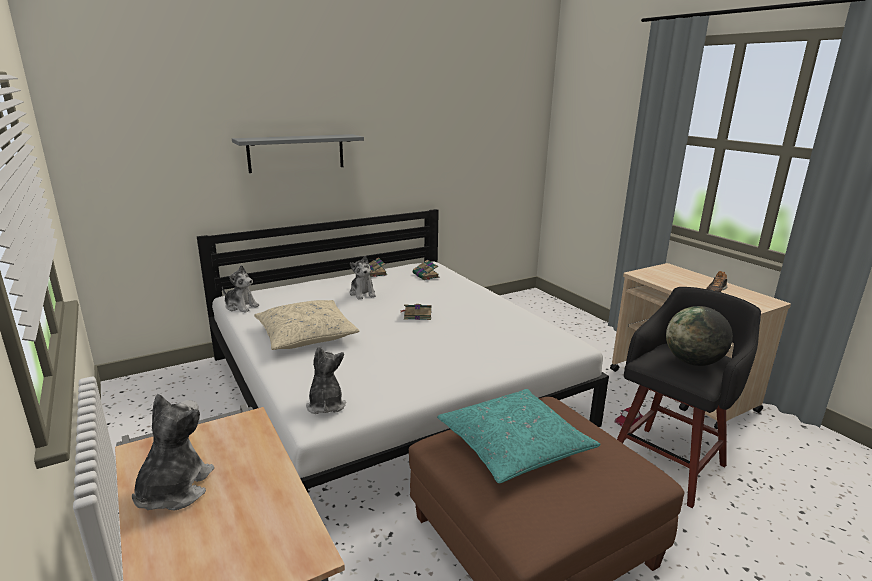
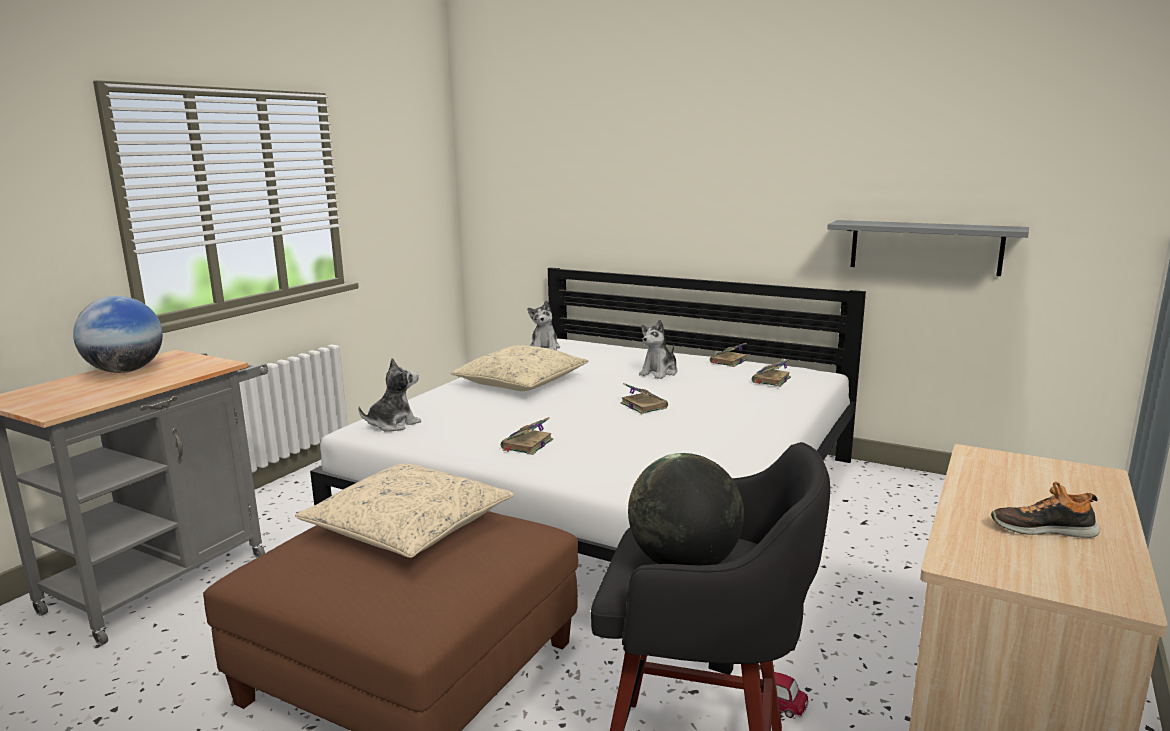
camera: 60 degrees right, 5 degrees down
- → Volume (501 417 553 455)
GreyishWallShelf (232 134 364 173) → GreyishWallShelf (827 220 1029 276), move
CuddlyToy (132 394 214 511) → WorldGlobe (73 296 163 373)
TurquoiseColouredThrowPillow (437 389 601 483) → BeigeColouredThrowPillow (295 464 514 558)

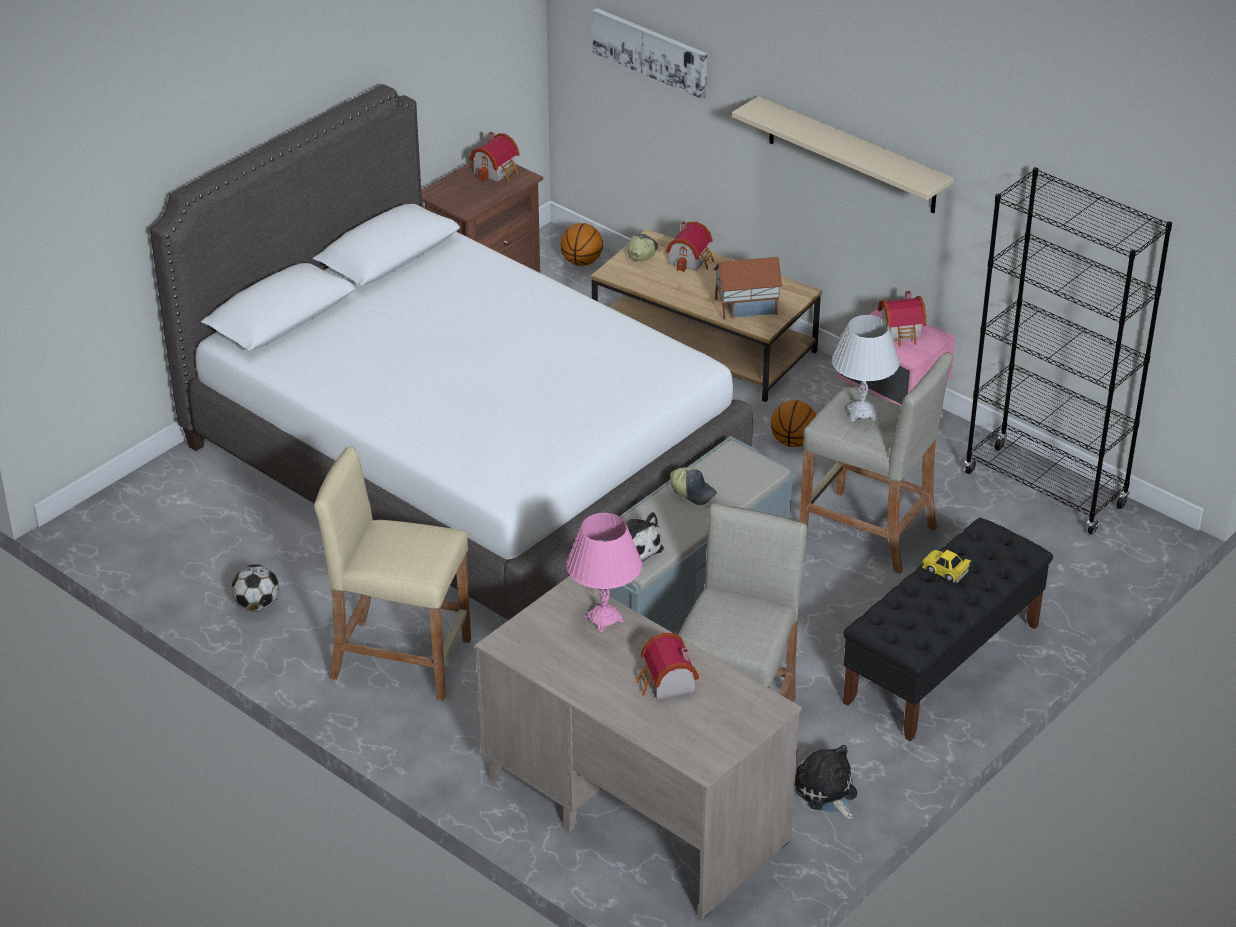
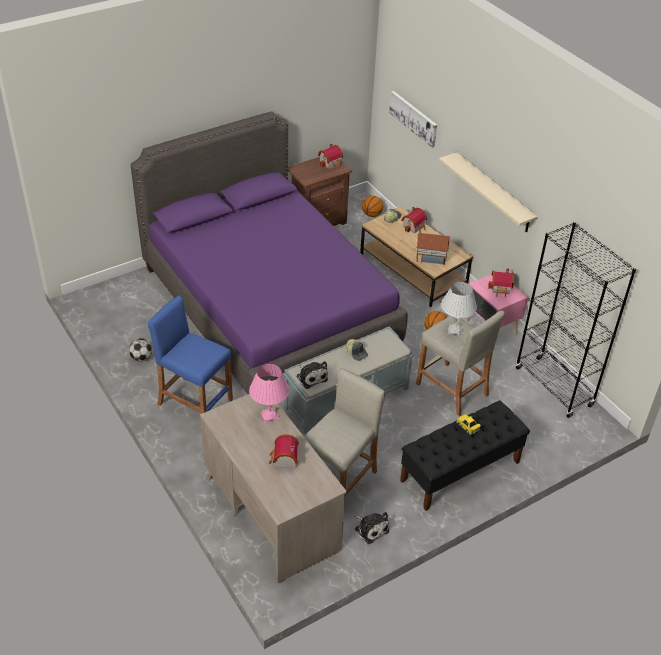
camera: 15 degrees right, 5 degrees up
WhitishBed (150 84 753 621) → PurpleColouredBed (130 111 408 394)
BeigeColouredStoolSeat (314 446 471 701) → BlueStoolSeat (148 295 233 414)
CuddlyToy (795 745 857 819) → CuddlyToy (354 512 389 544), 150 degrees clockwise

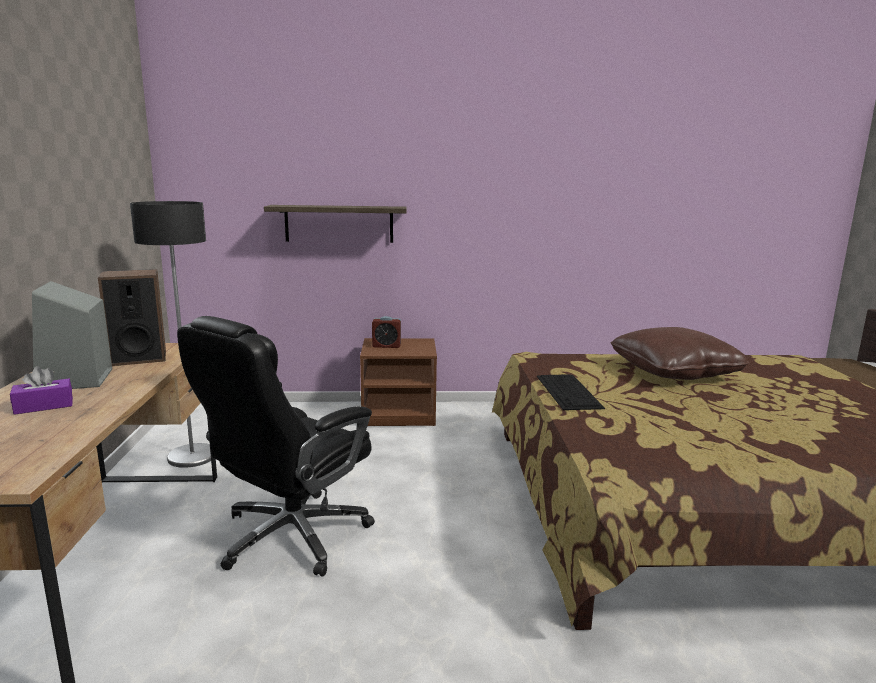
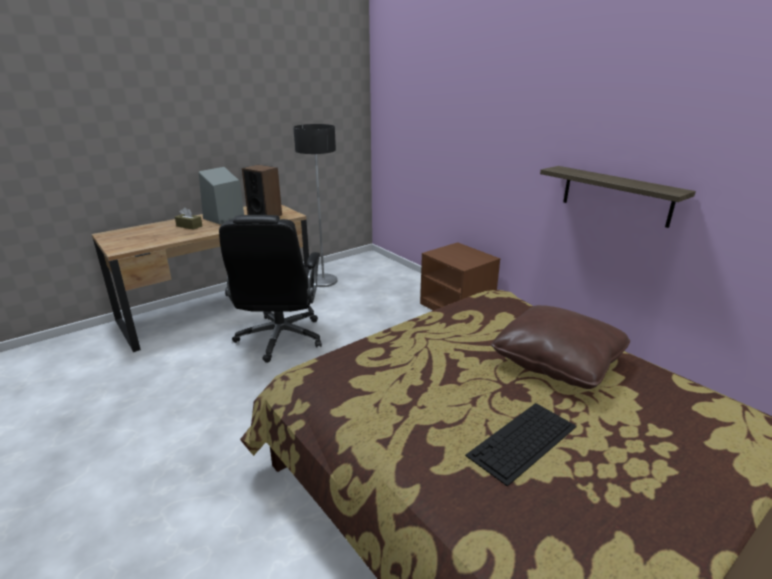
camera: 55 degrees right, 10 degrees up
BedsideClock (372 316 401 348) → -
WallShelf (264 205 407 243) → WallShelf (540 166 696 228), move
Keyboard (537 374 605 410) → Keyboard (465 403 577 487), move
PurpleColouredTissueBox (10 366 73 415) → BrownColouredTissueBox (175 207 202 230)
BlackishComputerChair (177 316 375 577) → BlackishComputerChair (219 215 322 363), 90 degrees counterclockwise

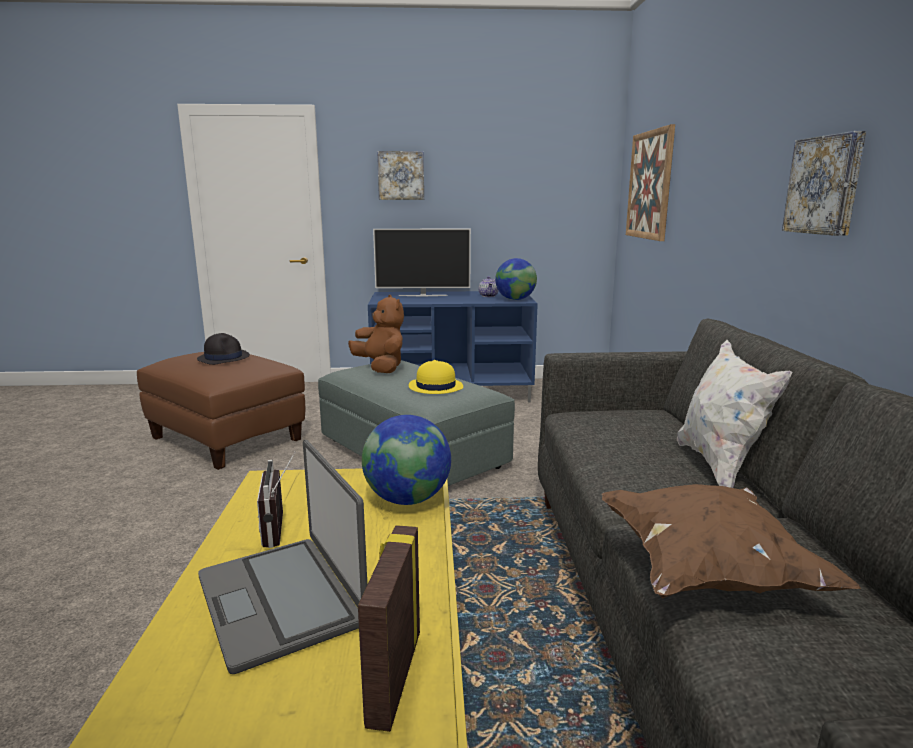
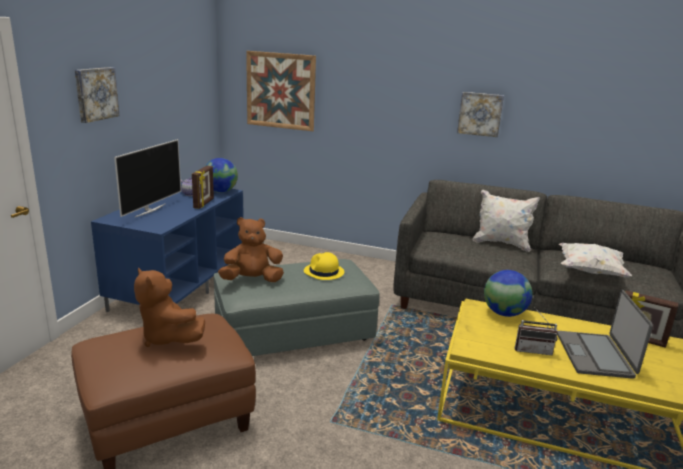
camera: 70 degrees left, 5 degrees up
- → PhotoFrame (192 166 214 209)
BlackishClothingHat (197 333 250 365) → BrownColouredCuddlyToy (134 268 205 347)
BrownColouredThrowPillow (601 484 861 598) → WhitishThrowPillow (559 243 632 277)
Laptop (198 440 367 674) → Laptop (557 289 653 379), 105 degrees clockwise

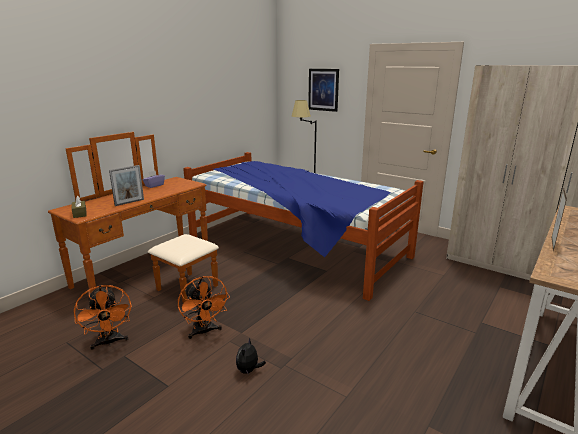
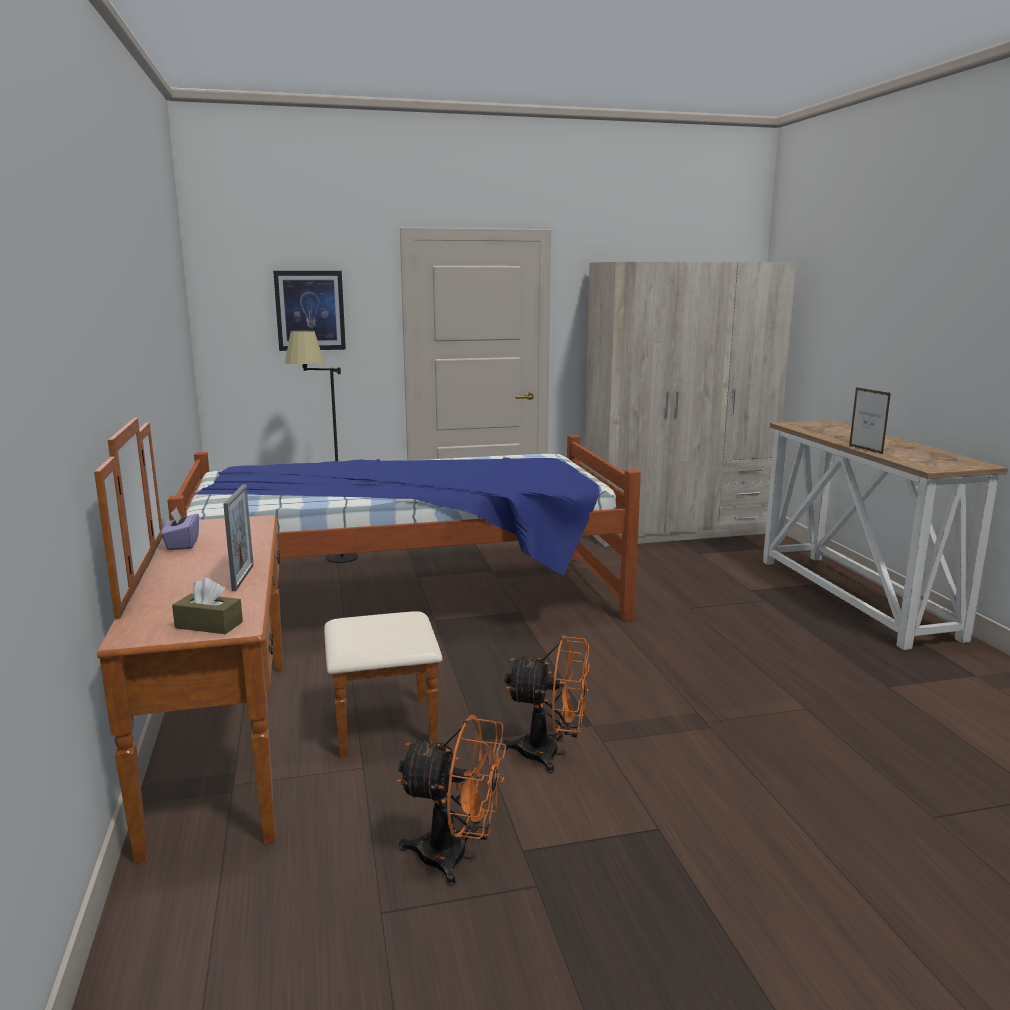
camera: 50 degrees left, 5 degrees down
CuddlyToy (236 338 266 375) → -

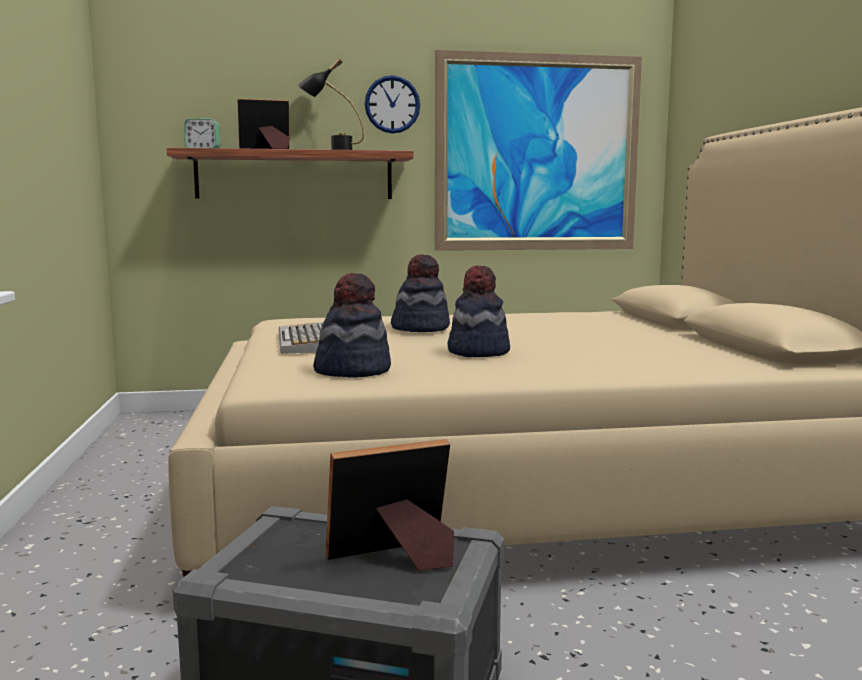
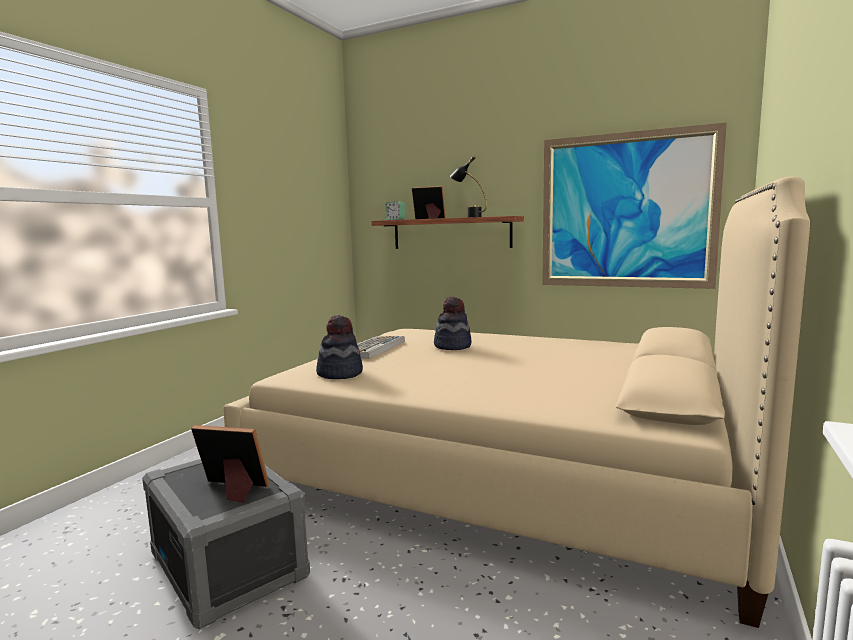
camera: 35 degrees right, 0 degrees up
WallClock (365 75 420 134) → -
ClothingHat (447 266 510 357) → -

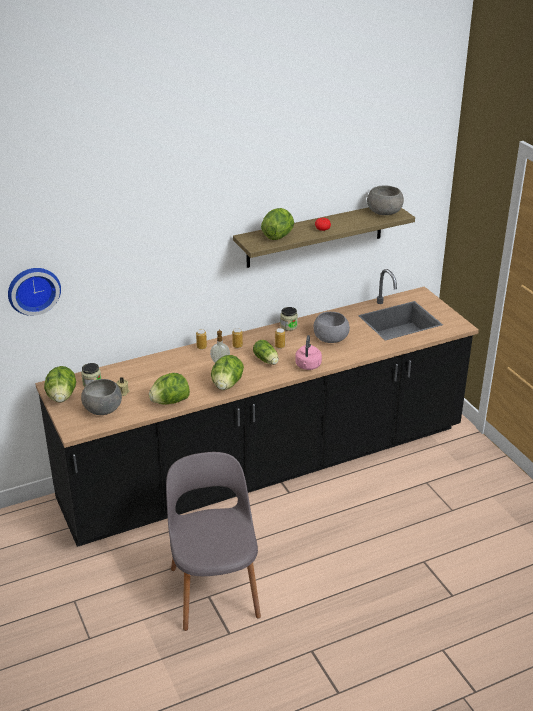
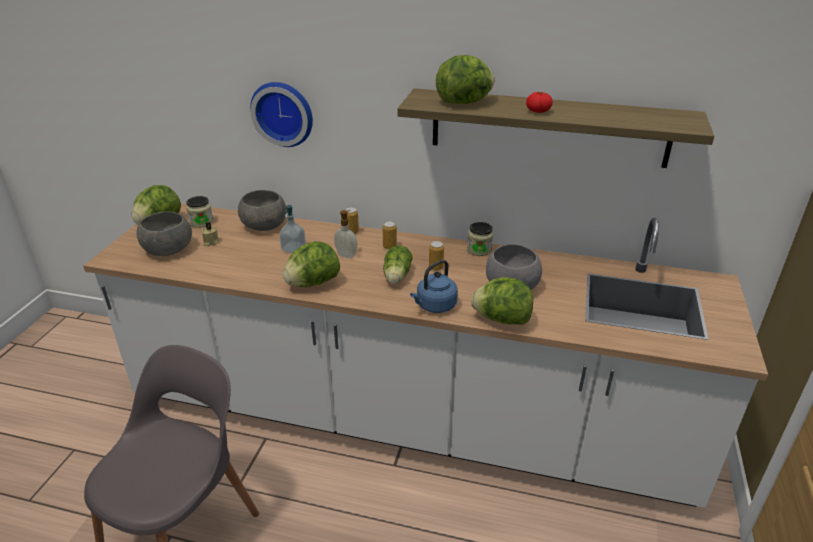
camera: 40 degrees right, 0 degrees up
- → SoapDispenser (279 205 306 253)
WallClock (8 268 61 316) → WallClock (250 82 313 147), move
HeadOfLettuce (149 373 190 405) → HeadOfLettuce (471 277 533 325), move
GreyishDeepDish (367 186 404 215) → GreyishDeepDish (238 190 287 231), move
BlackishKitchenBaseUnit (35 269 479 547) → WhitishKitchenBaseUnit (83 203 768 508)
PinkishTeaKettle (295 335 322 370) → BlueTeaKettle (410 260 458 313)

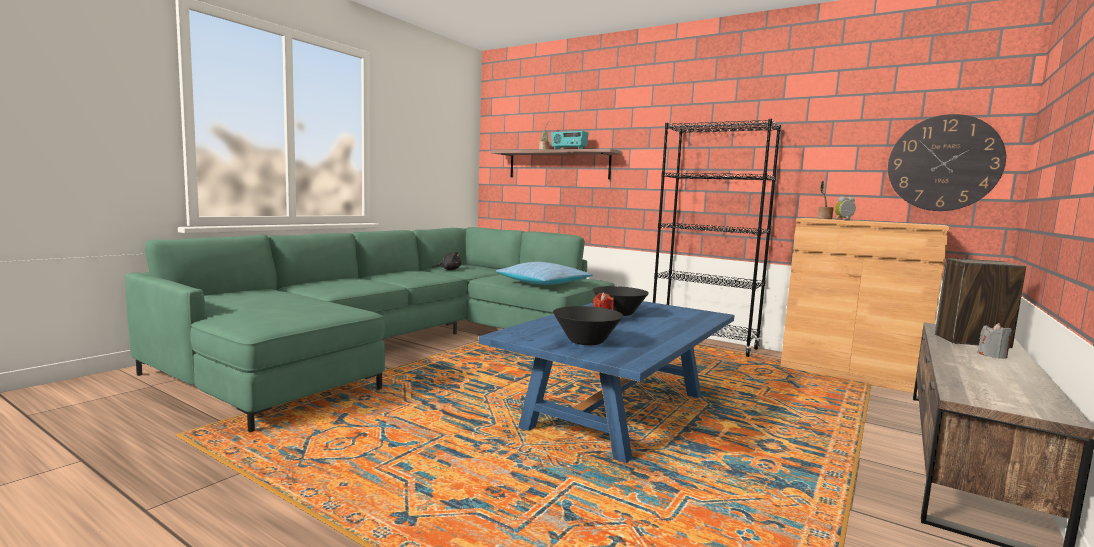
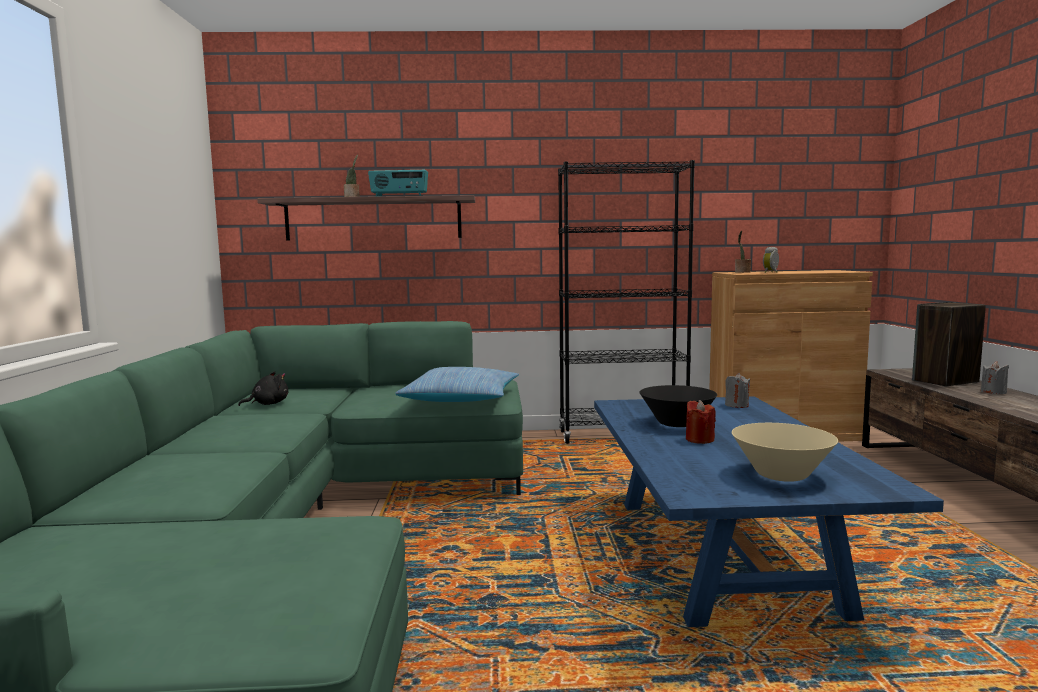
camera: 35 degrees left, 0 degrees up
WallClock (888 114 1006 211) → -
- → GreyishWaxCandle (725 373 750 408)
BlackishDeepDish (553 306 623 345) → BeigeColouredDeepDish (732 423 838 482)

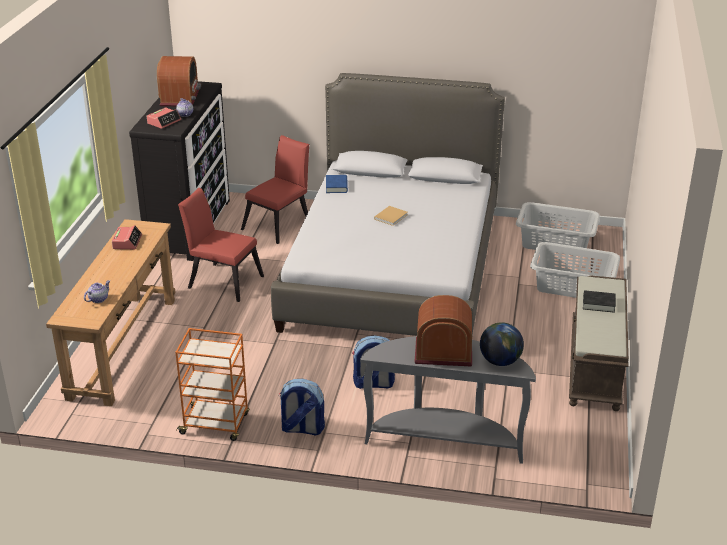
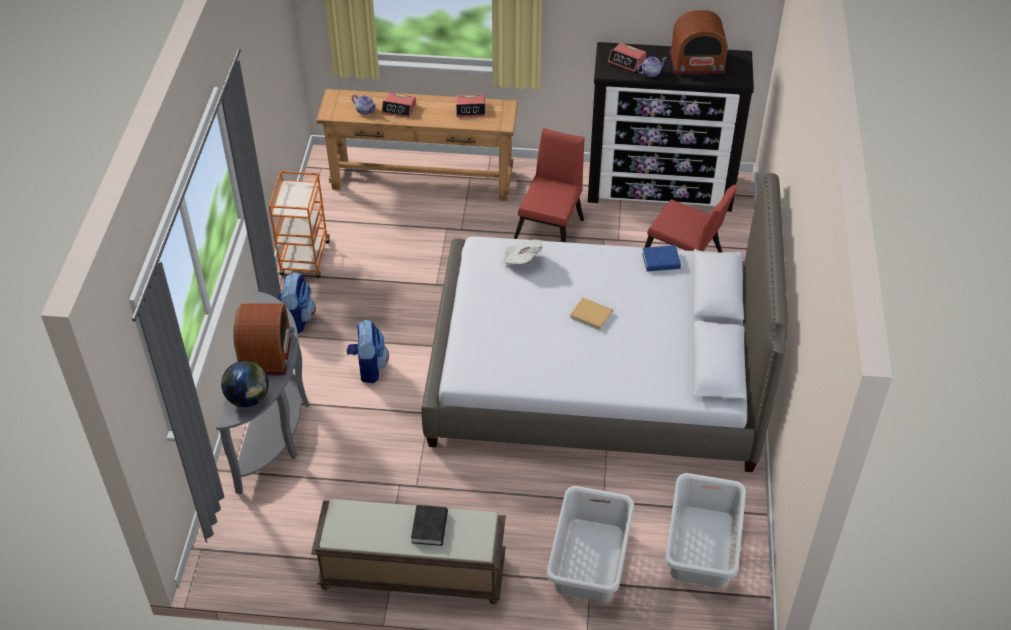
camera: 85 degrees right, 15 degrees up
- → BedsideClock (381 92 416 118)
- → Newspaper (502 239 543 264)

